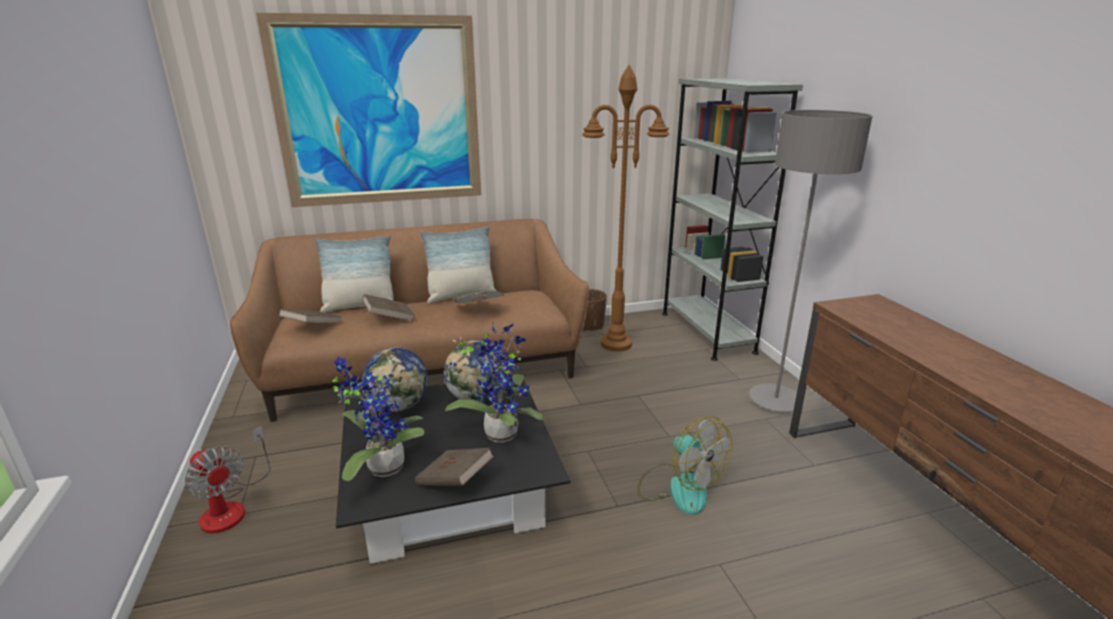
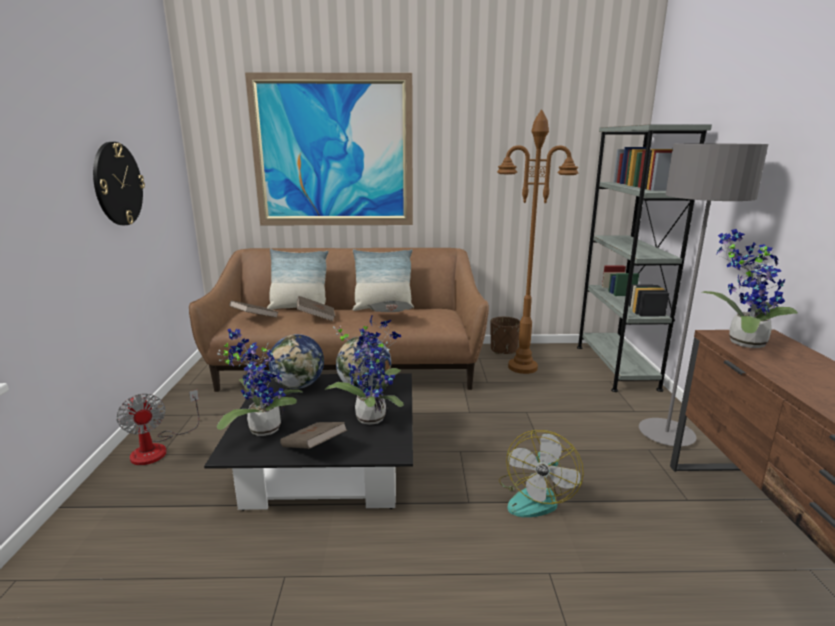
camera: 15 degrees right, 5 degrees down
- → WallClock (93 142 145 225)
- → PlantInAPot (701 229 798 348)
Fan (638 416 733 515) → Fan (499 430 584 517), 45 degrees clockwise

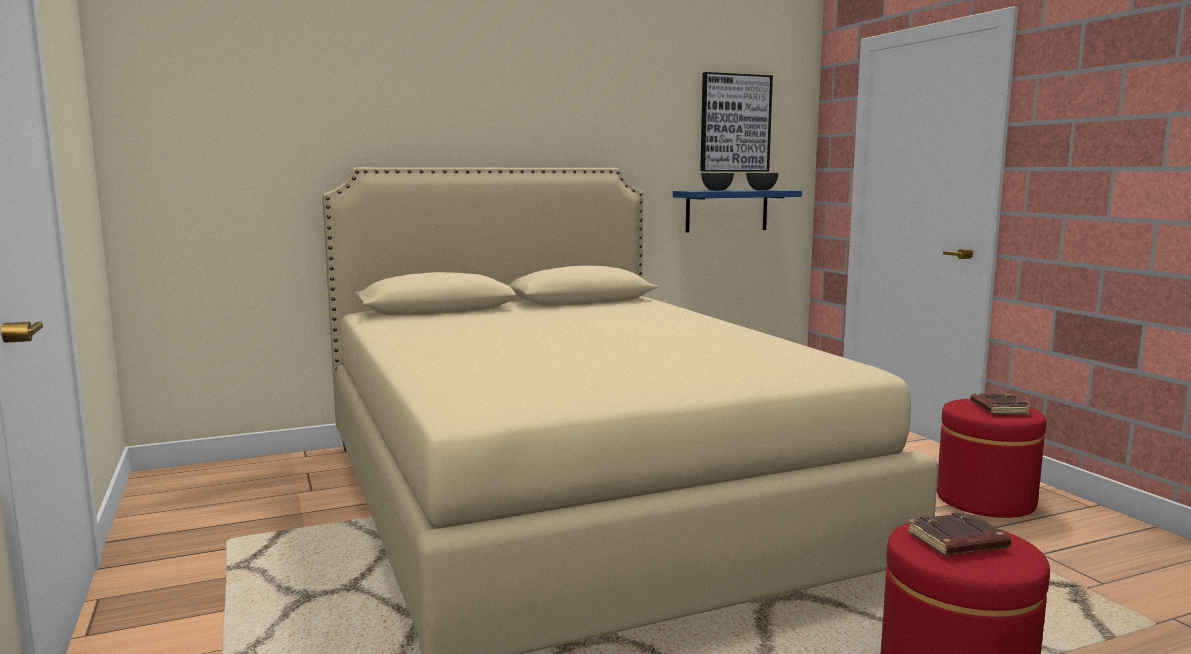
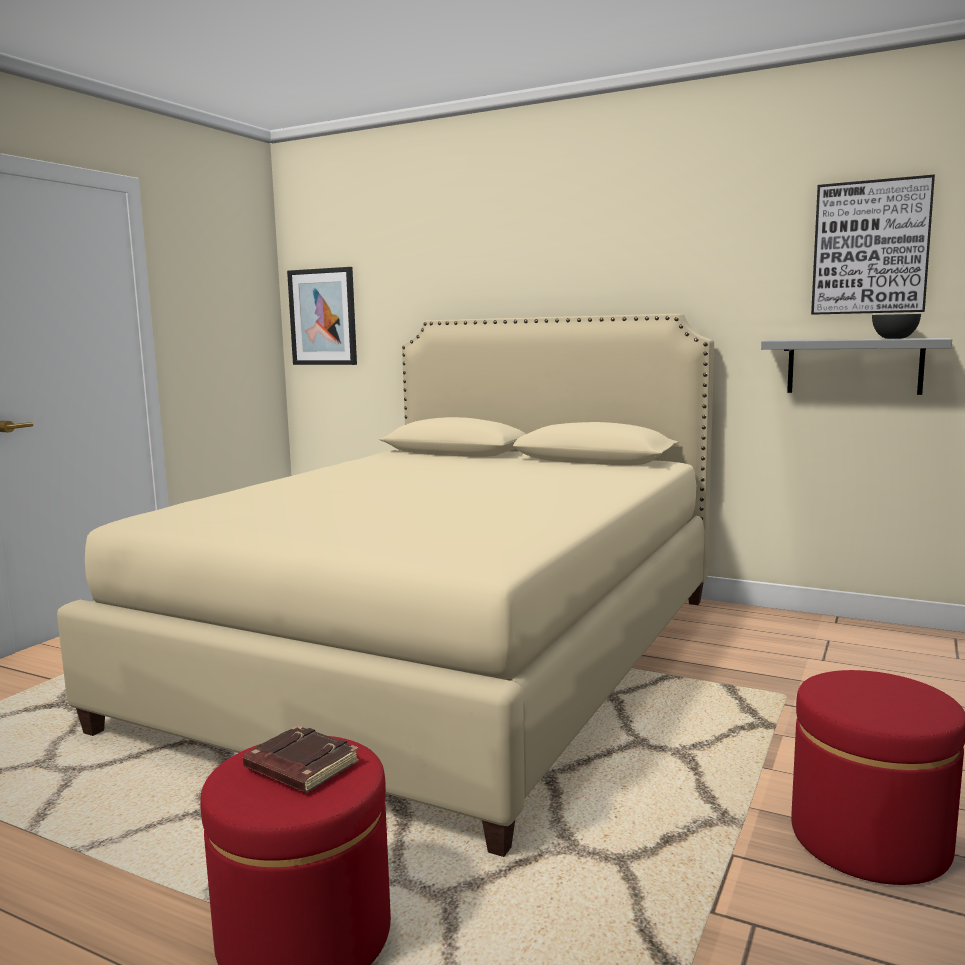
camera: 50 degrees right, 0 degrees up
GreyishDeepDish (701 173 734 191) → -
BrownColouredVolume (970 394 1031 414) → -
- → WallPicture (287 267 357 365)
BlueWallShelf (673 190 802 233) → GreyishWallShelf (761 338 952 395)

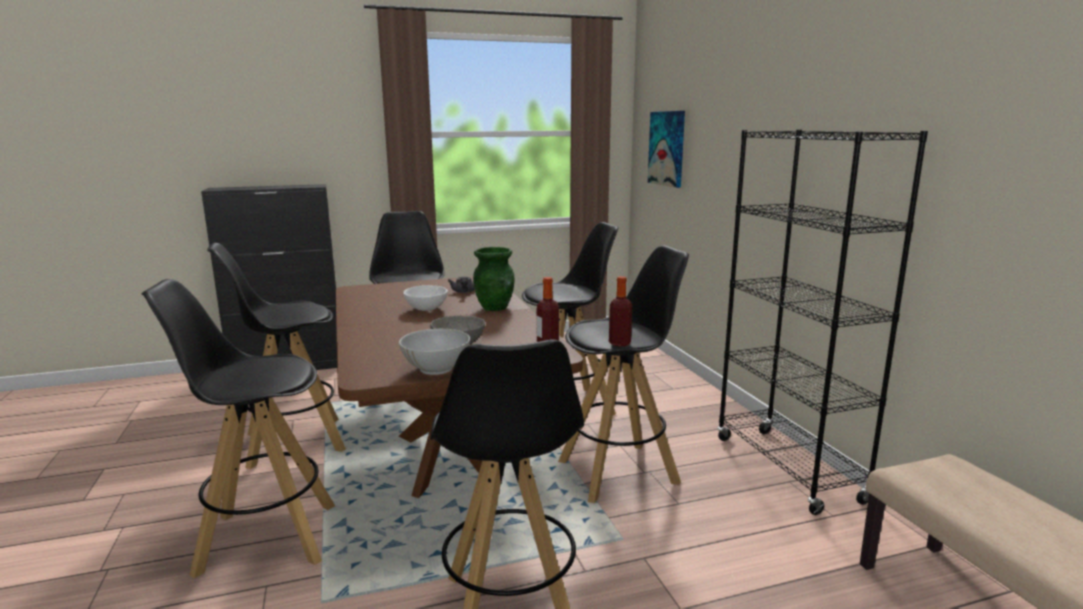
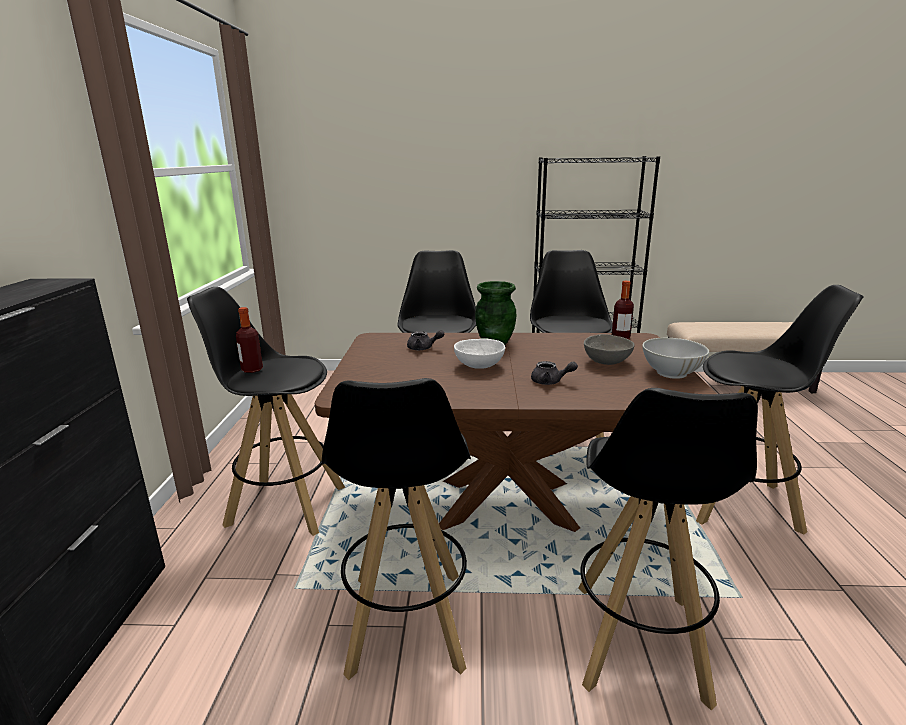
camera: 70 degrees left, 5 degrees up
WallPicture (648 111 685 188) → -
- → GreyishTeapot (531 361 578 385)
DrinkBottle (609 276 632 347) → DrinkBottle (236 307 263 373), move

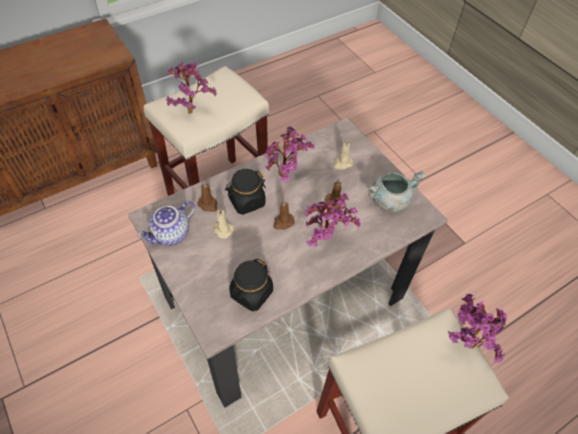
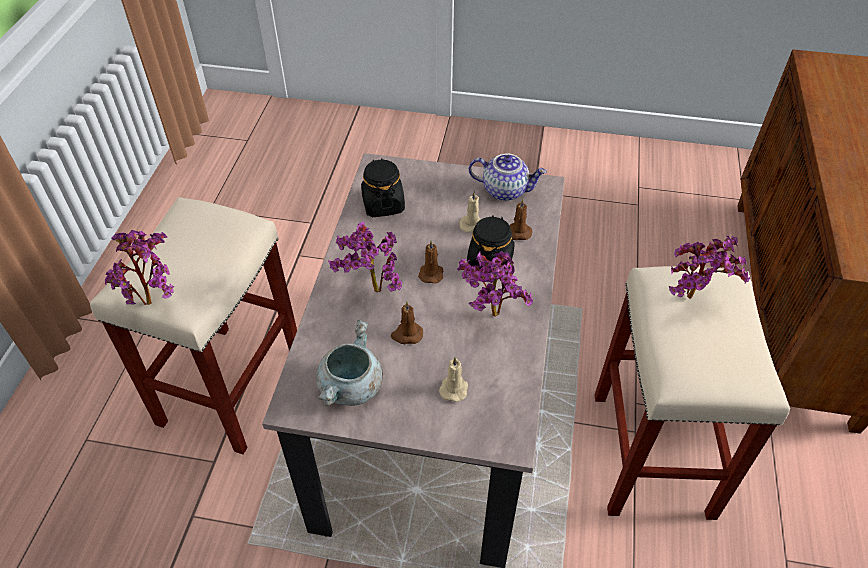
camera: 135 degrees right, 5 degrees down
Teapot (138 201 195 246) → Teapot (469 154 547 201), 105 degrees clockwise

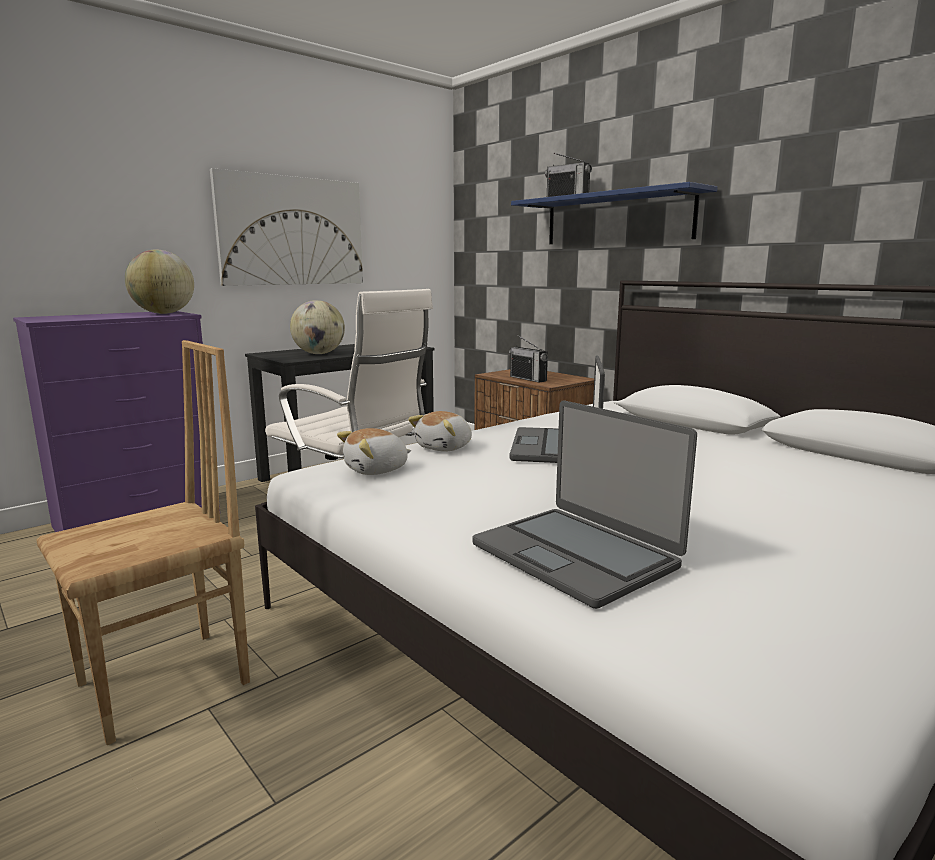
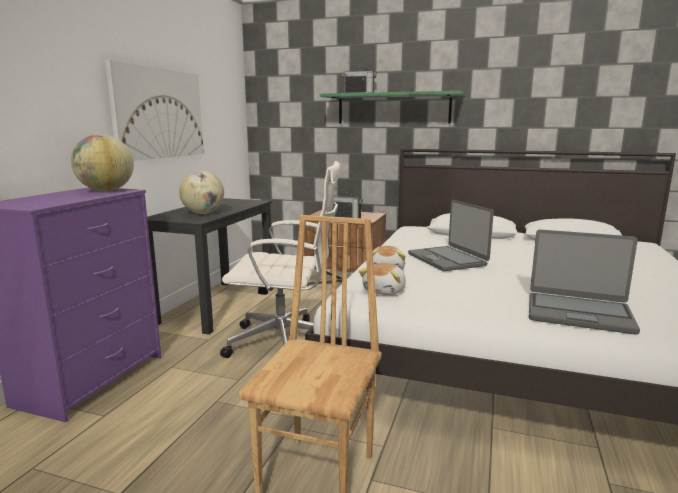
camera: 30 degrees left, 0 degrees up
BlueWallShelf (511 182 718 244) → GreenColouredWallShelf (319 91 464 124)

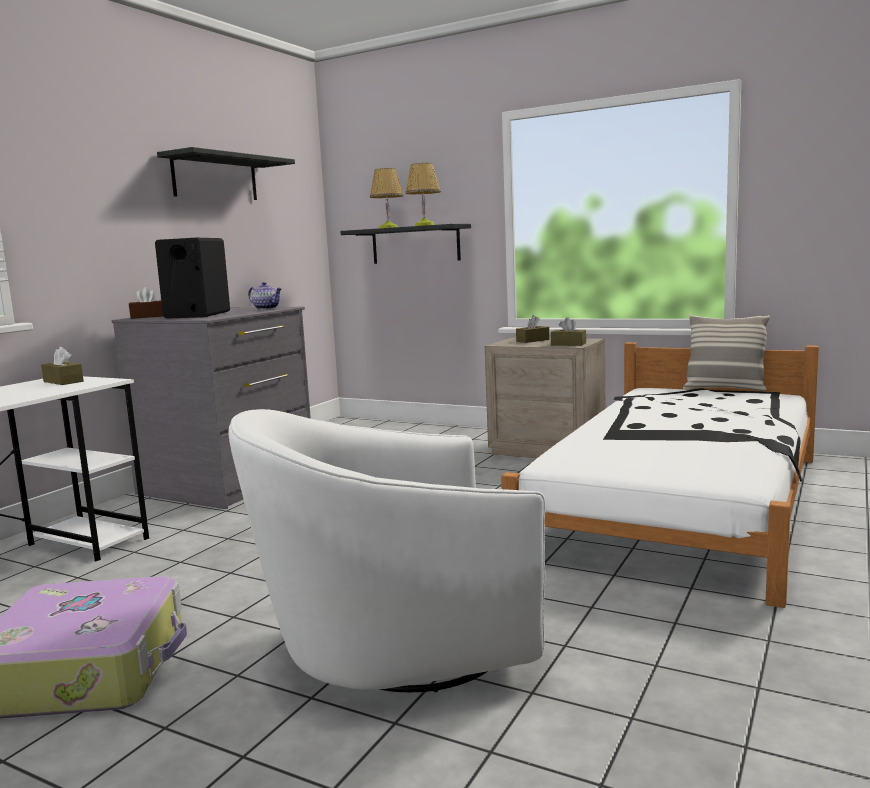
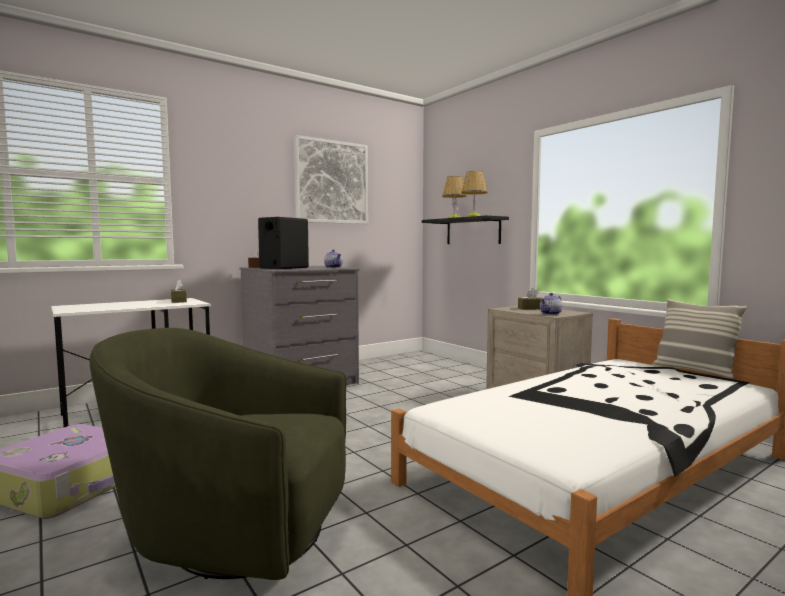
camera: 25 degrees right, 5 degrees down
BlackishWallShelf (157 147 295 200) → WallPicture (294 135 368 224)
BrownColouredTissueBox (551 317 586 346) → Teapot (540 293 563 315)
WhitishArmchair (228 409 545 692) → GreenColouredArmchair (90 328 346 580)

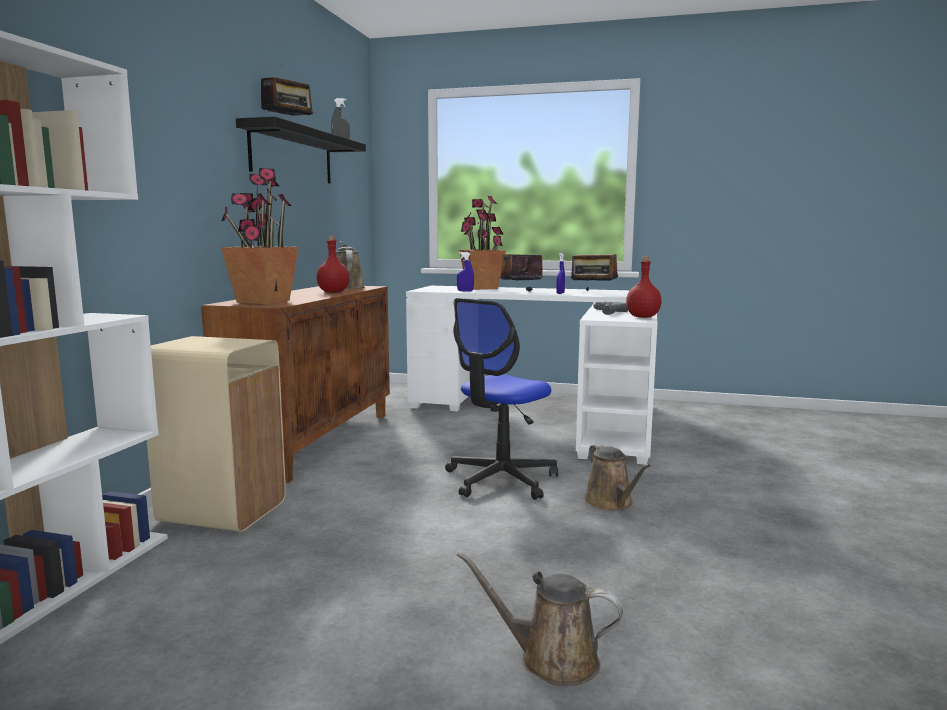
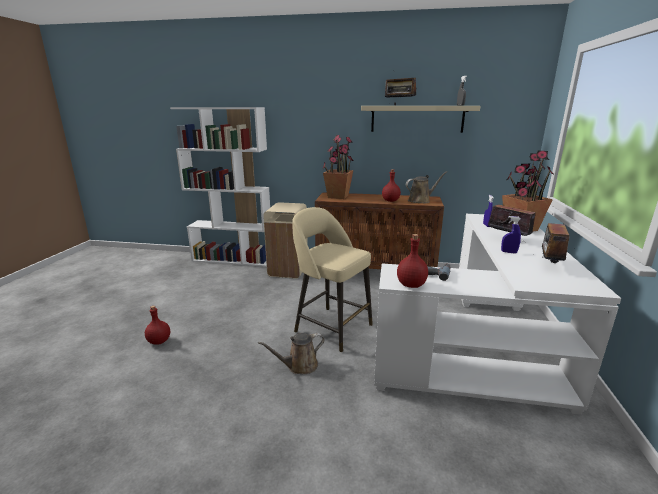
camera: 85 degrees right, 10 degrees up
ComputerChair (445 298 558 500) → BeigeColouredStoolSeat (293 207 373 352)
BrownColouredWateringCan (457 552 623 686) → ReddishDrinkBottle (145 306 170 345)
BlackishWallShelf (236 116 366 184) → BeigeColouredWallShelf (361 106 481 133)

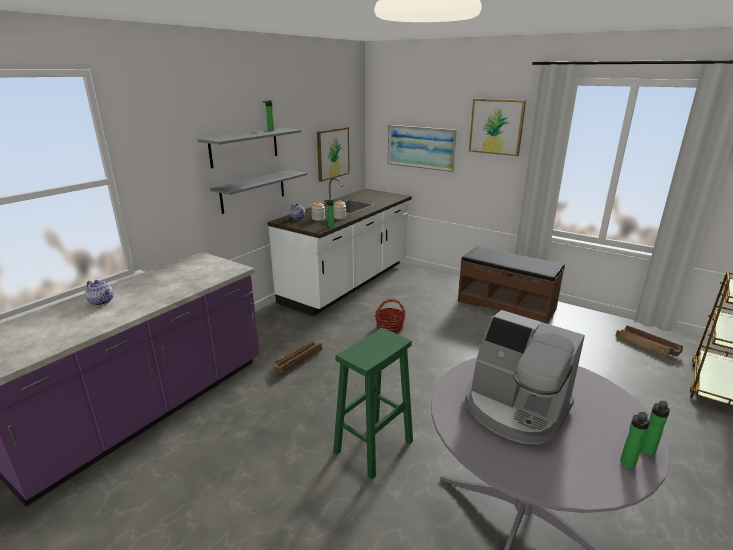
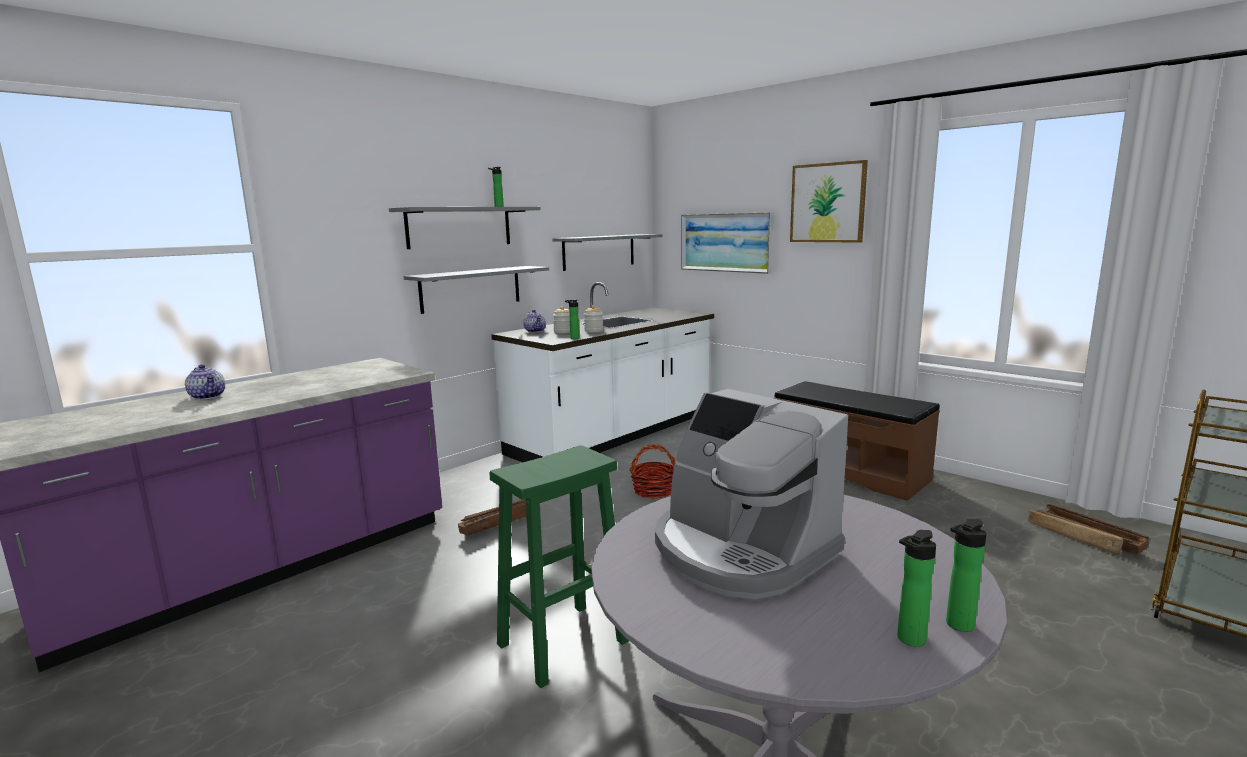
camera: 10 degrees right, 10 degrees down
WallPicture (317 127 350 182) → GreyishWallShelf (552 234 662 271)

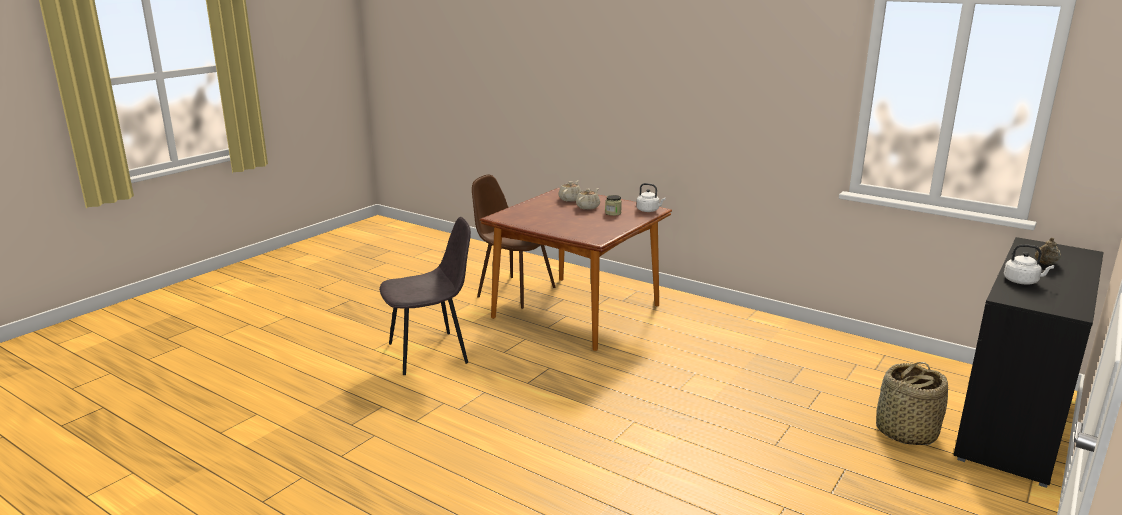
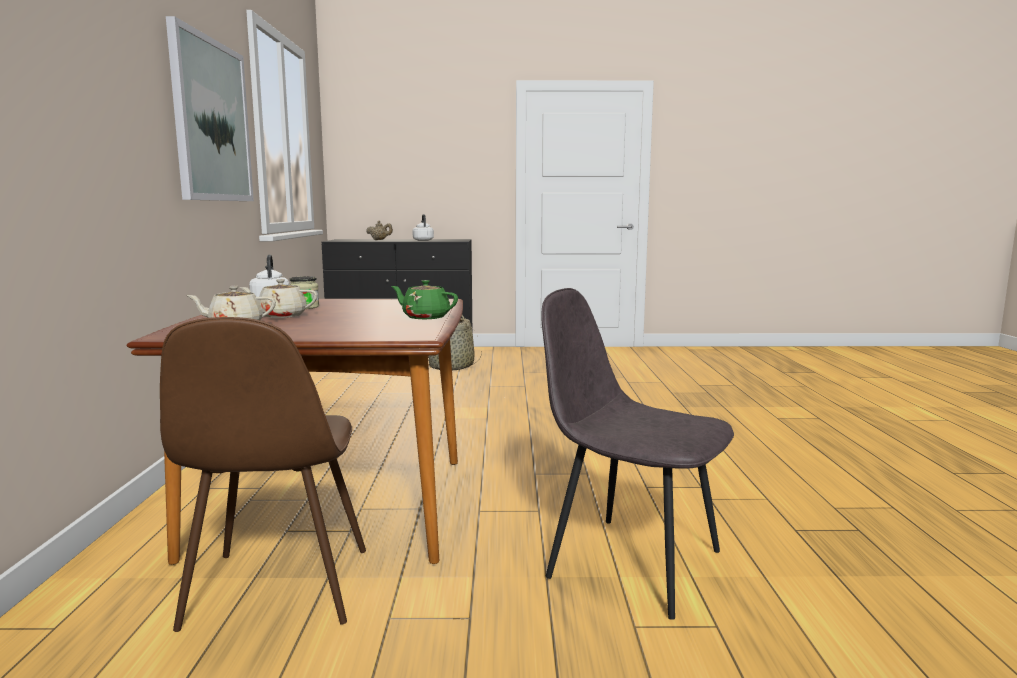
camera: 125 degrees left, 10 degrees down
- → WallPicture (166 16 254 201)
- → GreenColouredTeapot (391 280 458 319)

